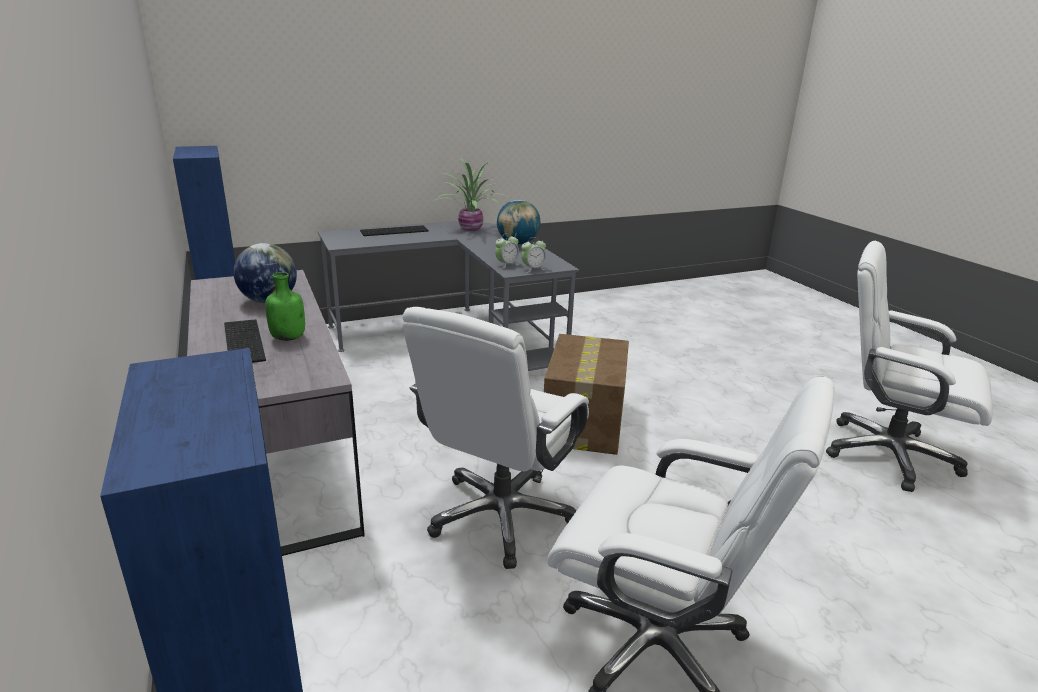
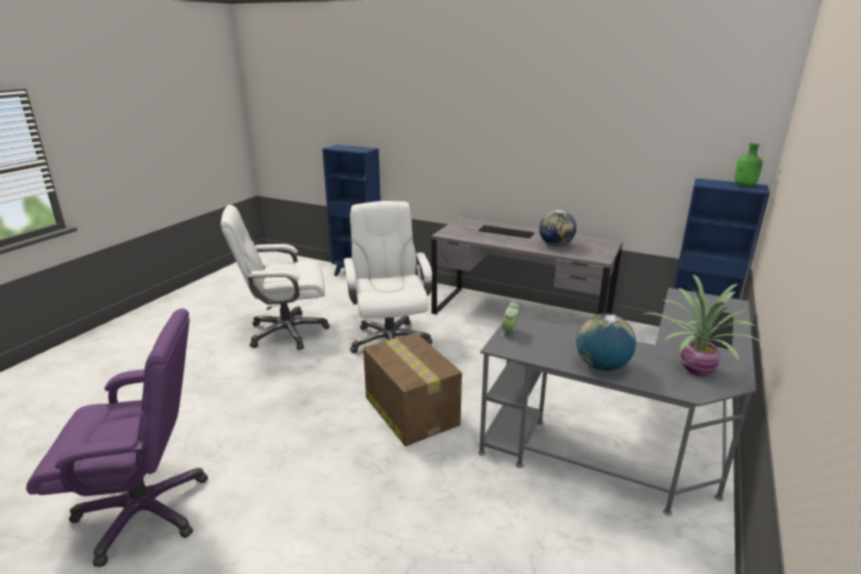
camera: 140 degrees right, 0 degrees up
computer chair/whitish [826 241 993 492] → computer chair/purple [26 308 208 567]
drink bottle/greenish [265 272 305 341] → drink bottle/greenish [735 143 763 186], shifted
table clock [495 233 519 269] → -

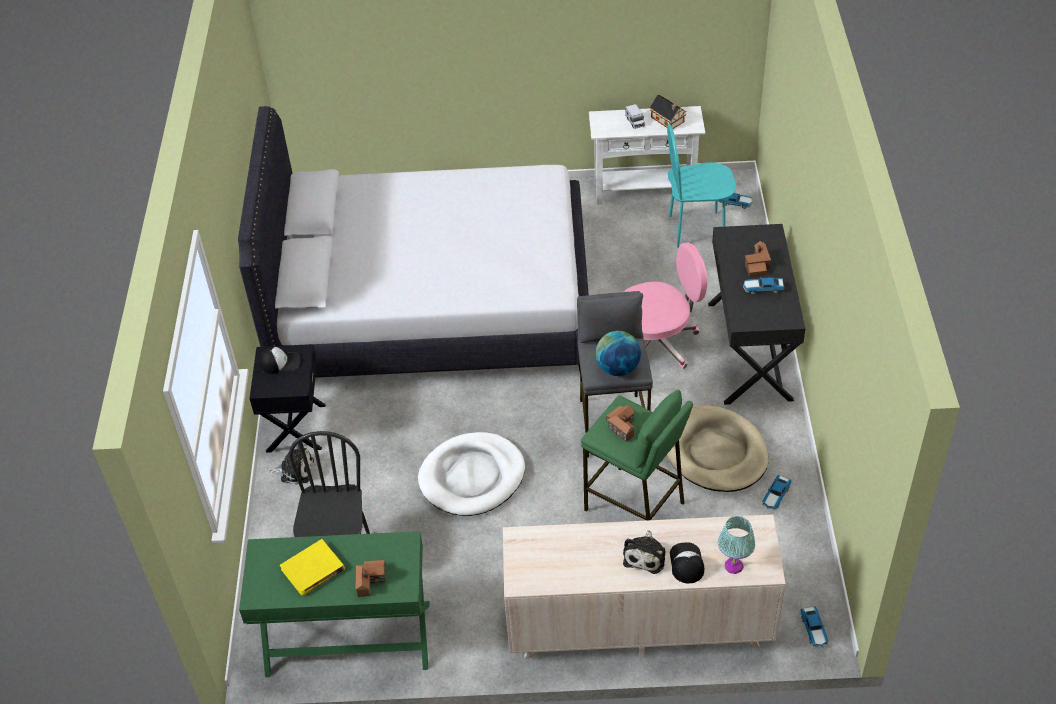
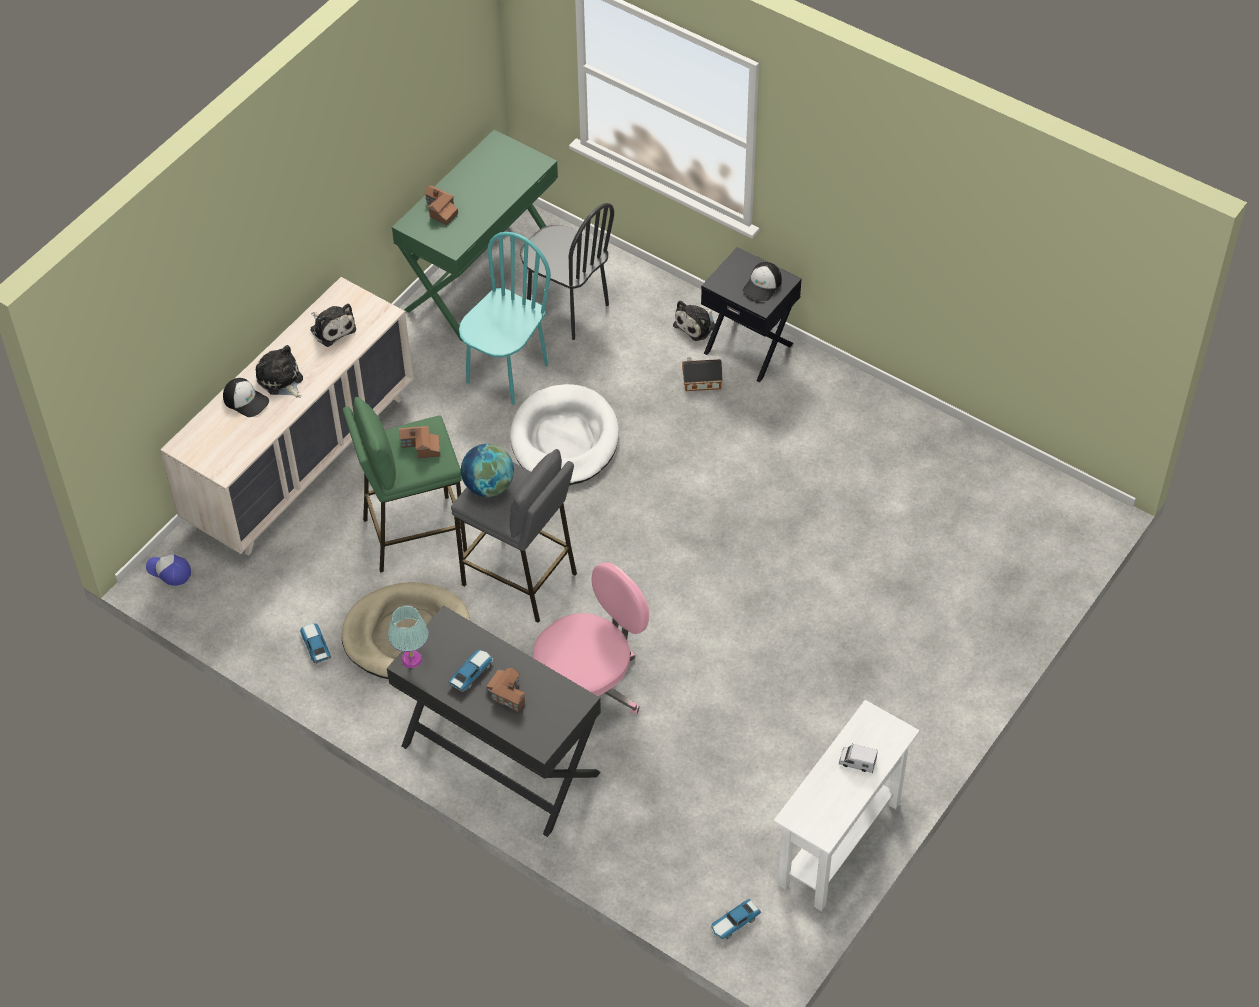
camera: 125 degrees right, 5 degrees up
toy car [800 606 829 647] → baseball cap [146 554 191 586]
- → plush toy [310 303 356 347]
table lamp/turquoise [718 516 755 574] → table lamp/turquoise [388 606 429 668], shifted
upright chair/turquoise [667 124 736 248] → upright chair/turquoise [459 232 551 405], shifted
computer chair/pinkish [623 242 707 369] → computer chair/pinkish [533 563 649 714], 150 degrees counterclockwise
miniature house [650 94 686 129] → miniature house [682 357 723 391], shifted
bedroom bed/whitish [238 106 589 378] → -
book/yellowish [280 539 345 596] → -

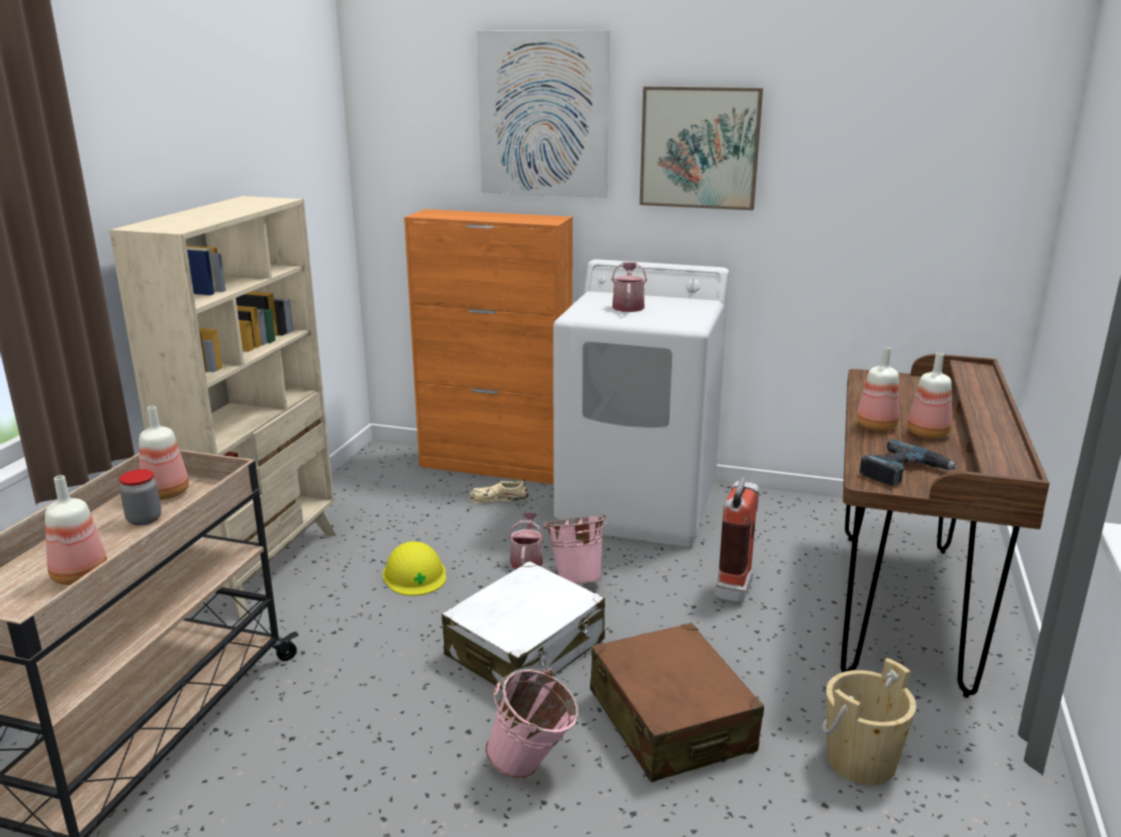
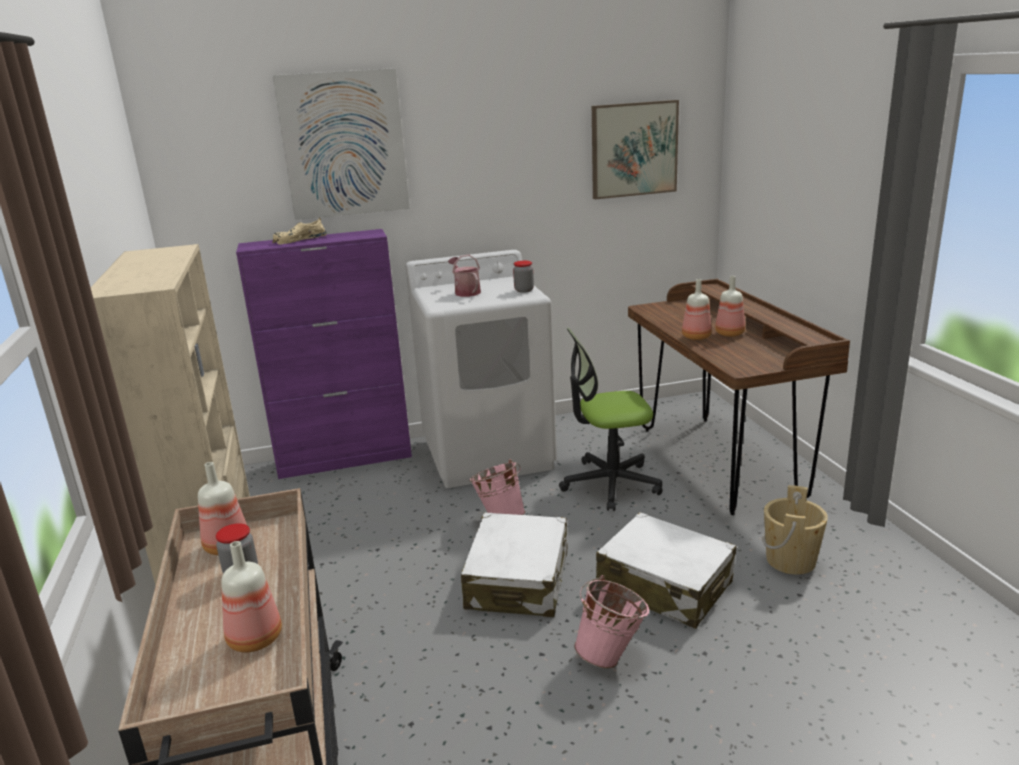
camera: 30 degrees left, 0 degrees up
cabinet/orange-coloured [404 209 573 484] → cabinet/purple [236 229 412 479]
shoe/beige-coloured [469 479 529 503] → shoe/beige-coloured [272 217 327 244], shifted
- → storage jar [513 261 534 293]
fire extinguisher [715 477 759 604] → computer chair [559 328 663 511]
wall art [640 86 763 210] → wall art [592 100 679 199], shifted
travel case/brown-coloured [590 623 764 782] → travel case/whitish [596 512 736 629]
work helmet/yellowish [383 541 446 596] → -
sprinkling can [508 512 544 569] → -
drill [859 439 958 486] → -

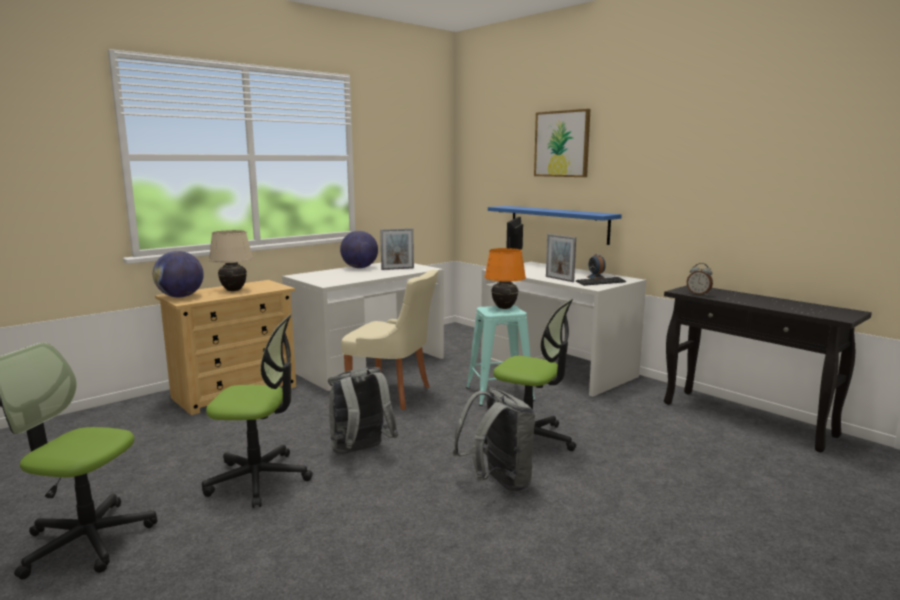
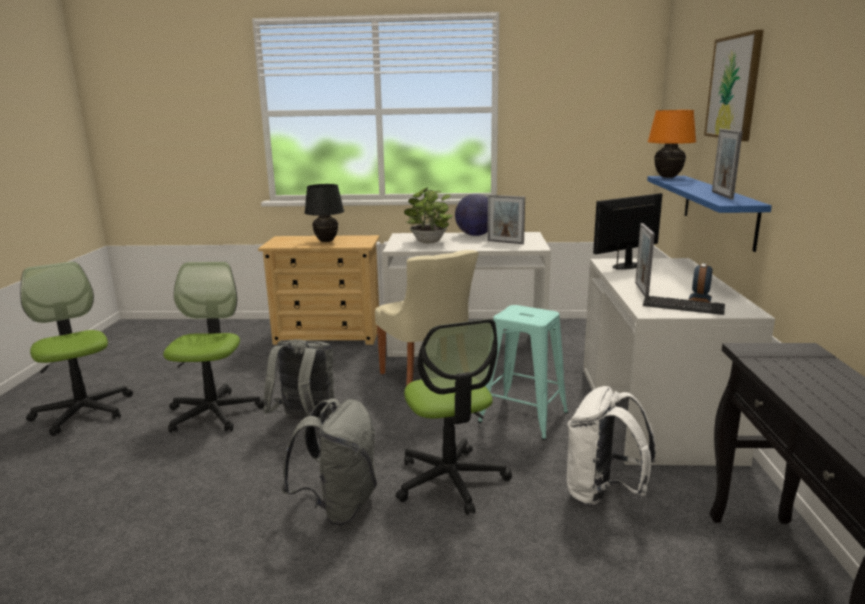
camera: 45 degrees right, 5 degrees up
computer chair [202 314 313 508] → computer chair [163 262 265 433], 135 degrees counterclockwise
table lamp/beige-coloured [209 230 253 291] → table lamp/black [304 184 344 242]
- → plant in a pot [404 187 453 243]
- → backpack/whitish [567 386 657 507]
table lamp/orange-coloured [485 248 526 309] → table lamp/orange-coloured [648 110 696 178], shifted
- → photo frame [712 129 742 199]
world globe [153 251 204 297] → -
table clock [687 263 713 296] → -

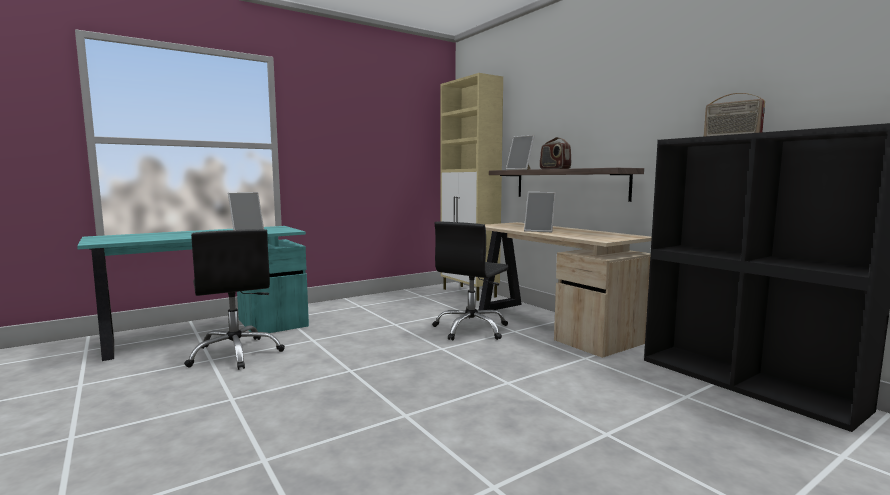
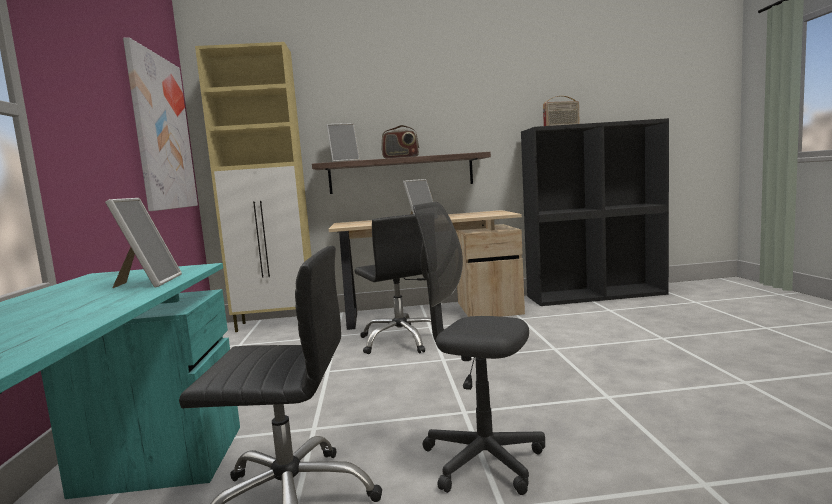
camera: 60 degrees left, 0 degrees up
- → wall art [123 37 198 211]
- → computer chair/gray [413 201 545 495]

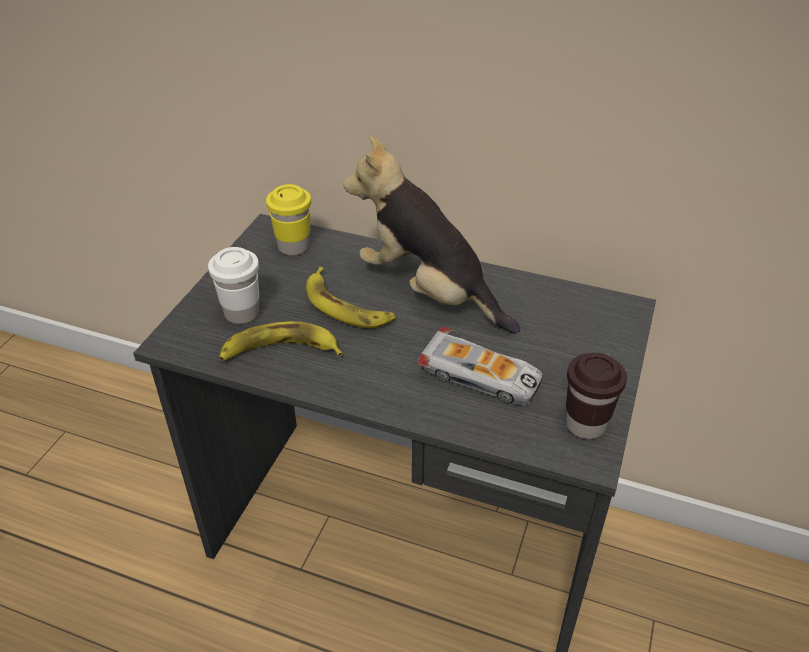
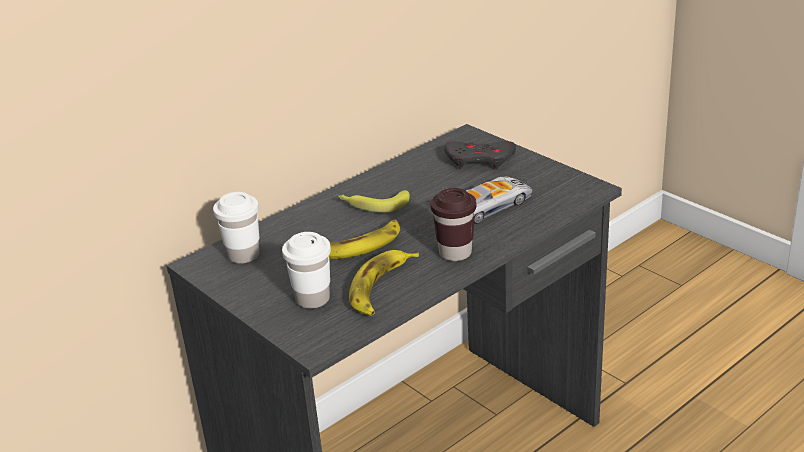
camera: 60 degrees left, 10 degrees down
cup/yellowish [266 184 311 256] → cup/whitish [213 192 260 264]
plush toy [343 135 520 334] → whole banana [338 190 410 213]
cup/brown-coloured [566 353 627 439] → cup/brown-coloured [431 188 476 261], shifted
- → gamepad/gray [444 141 516 170]

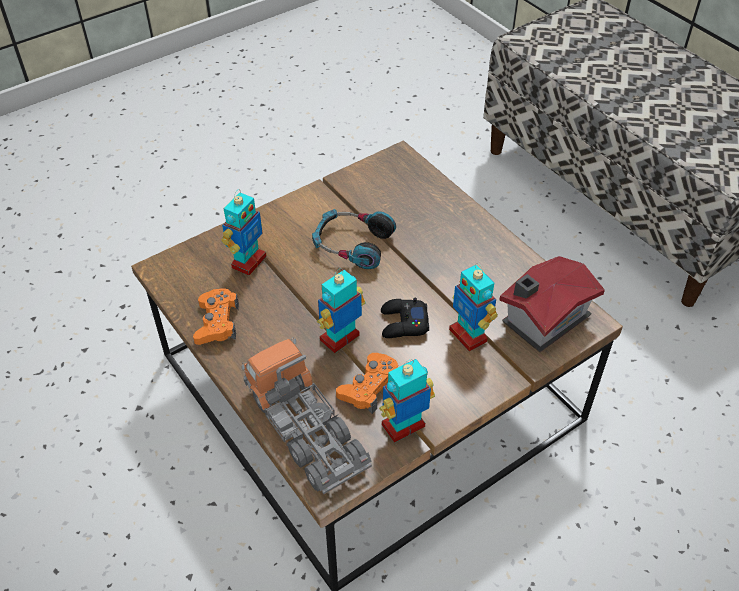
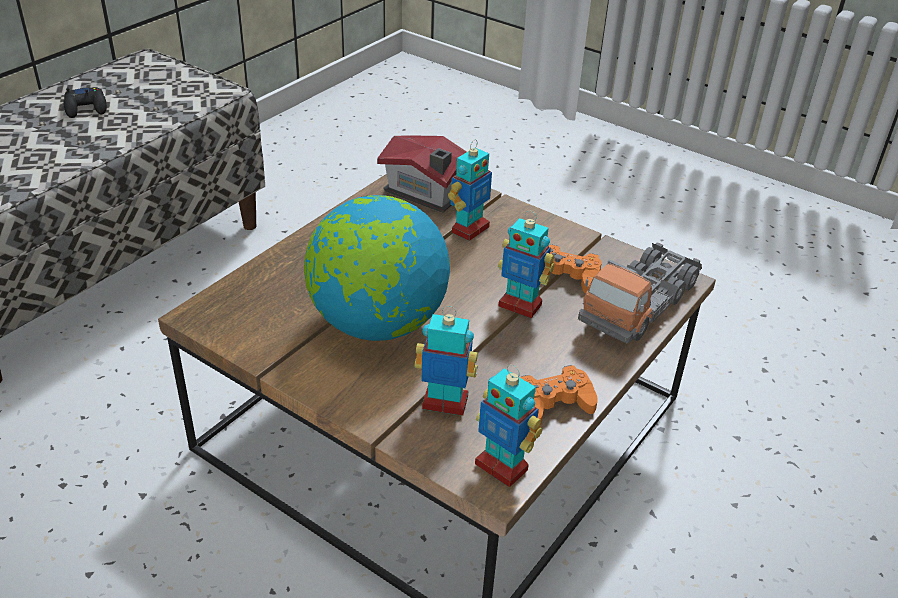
camera: 110 degrees left, 10 degrees down
gamepad/black [381 298 429 338] → gamepad/black [63 87 107 118], shifted
pair of headphones [312 209 396 269] → world globe [304 195 450 341]
robot figure [379 359 435 443] → robot figure [475 365 543 487], shifted

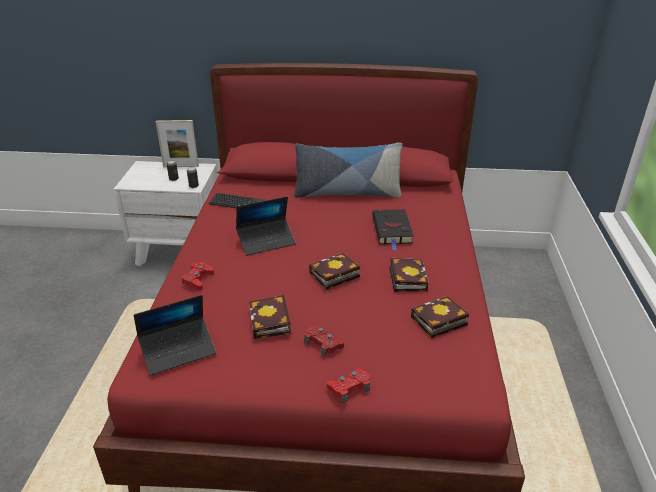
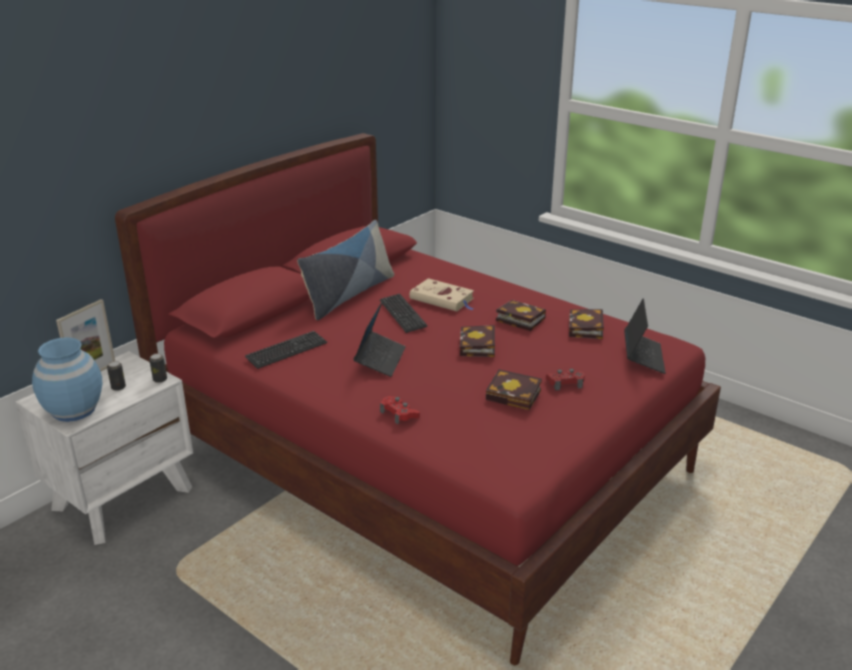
camera: 55 degrees left, 5 degrees down
- → decorative vase/bluish [32 337 102 422]
- → PC keyboard [380 294 428 333]
book/black [372 209 414 250] → book/beige-coloured [409 278 474 311]
portable computer [134 295 216 375] → portable computer [624 298 666 374], shifted
gamepad/red [327 368 370 403] → -

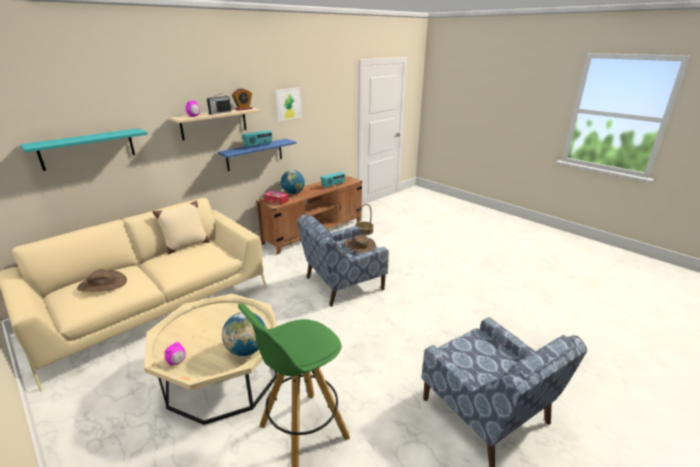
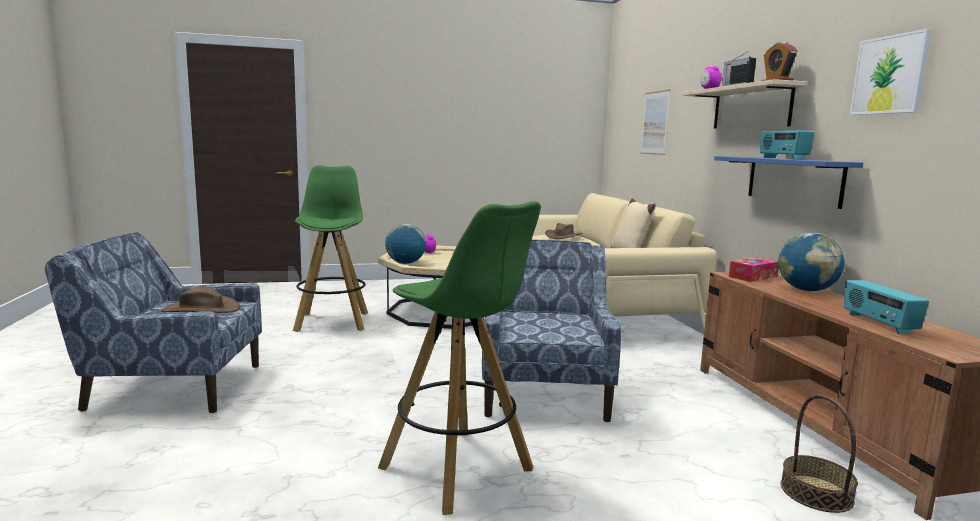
camera: 120 degrees right, 15 degrees down
hat/brown-coloured [344 235 376 254] → hat/brown-coloured [161 286 240 313], shifted
- → stool/greenish [378 201 541 515]
shelf/turquoise [20 128 148 171] → wall art [640 89 671 155]

